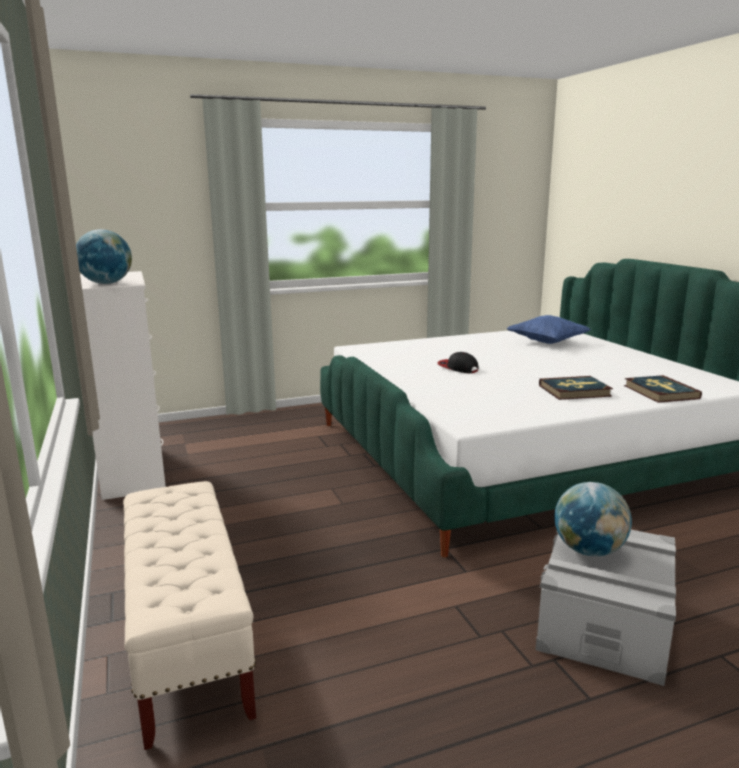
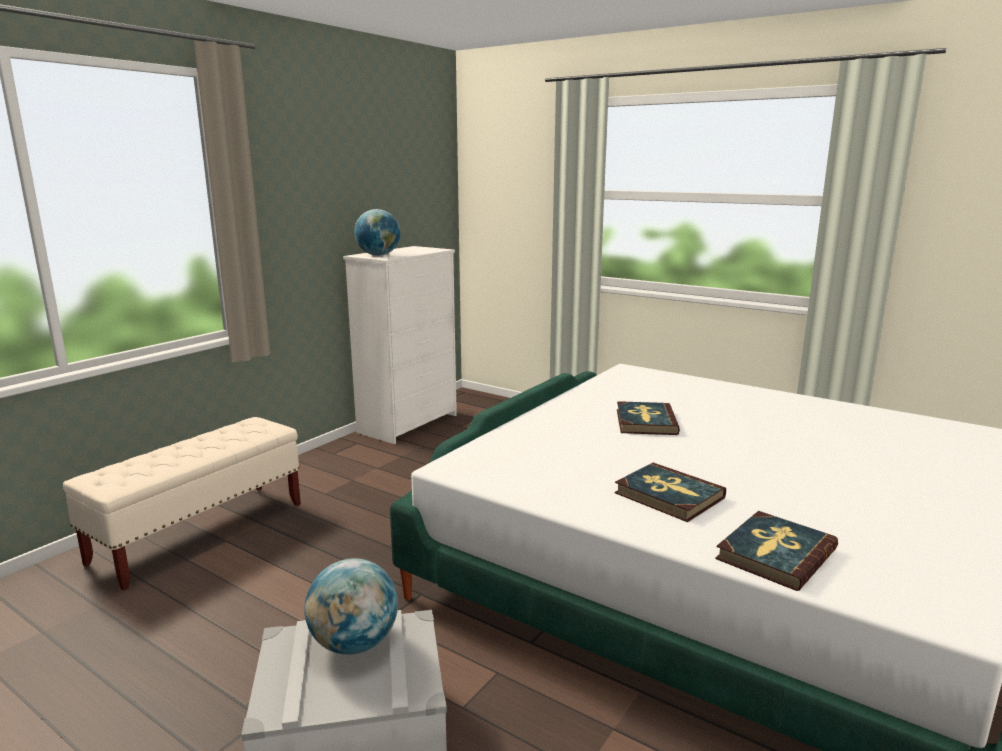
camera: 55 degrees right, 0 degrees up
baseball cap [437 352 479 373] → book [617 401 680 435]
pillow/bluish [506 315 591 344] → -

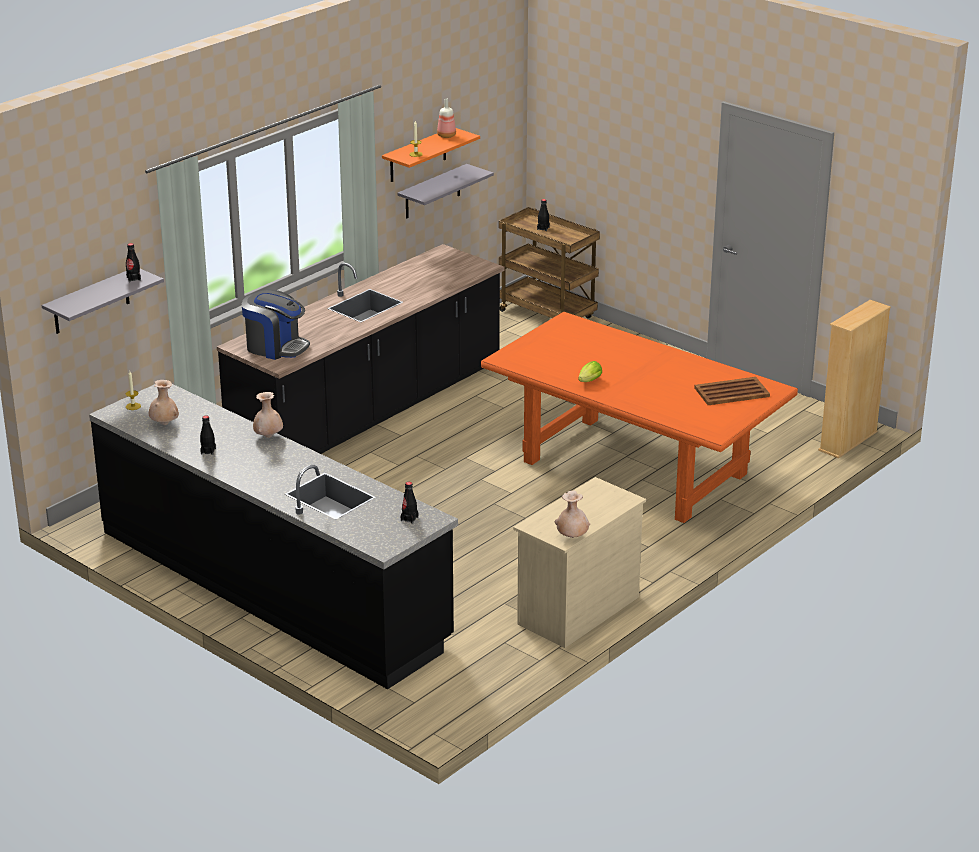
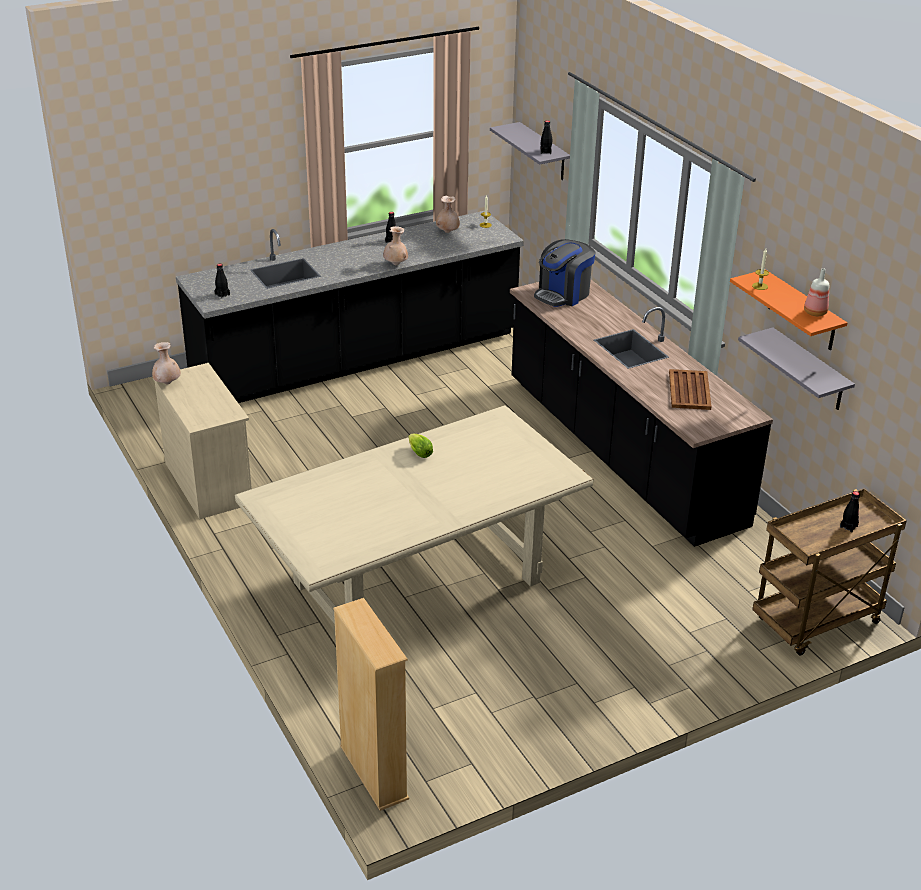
camera: 110 degrees right, 5 degrees up
kitchen table/orange-coloured [481 312 798 523] → kitchen table/beige-coloured [235 405 593 624]
tray/brown-coloured [694 377 770 405] → tray/brown-coloured [669 369 712 410], shifted

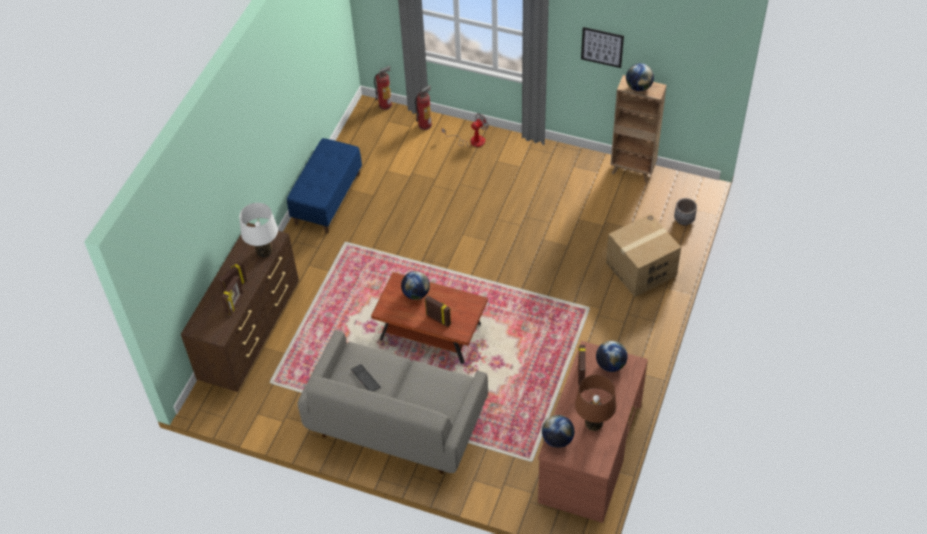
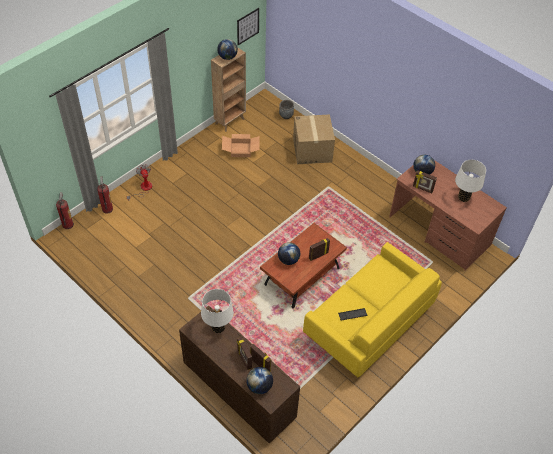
camera: 70 degrees left, 0 degrees up
- → cardboard box [222 134 260 157]
wall art [581 27 624 68] → wall art [237 8 259 45], shifted
world globe [542 415 575 448] → world globe [246 367 273 394], shifted
sofa/gray [298 330 488 474] → sofa/yellowish [303 242 442 377]
table lamp/brown-coloured [575 374 616 431] → table lamp/whitish [455 160 486 202]
indoor bench/bluish [287 138 362 233] → -

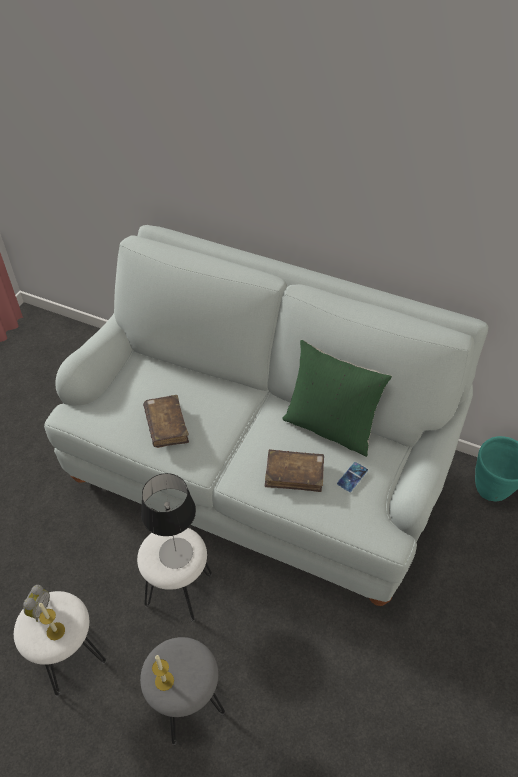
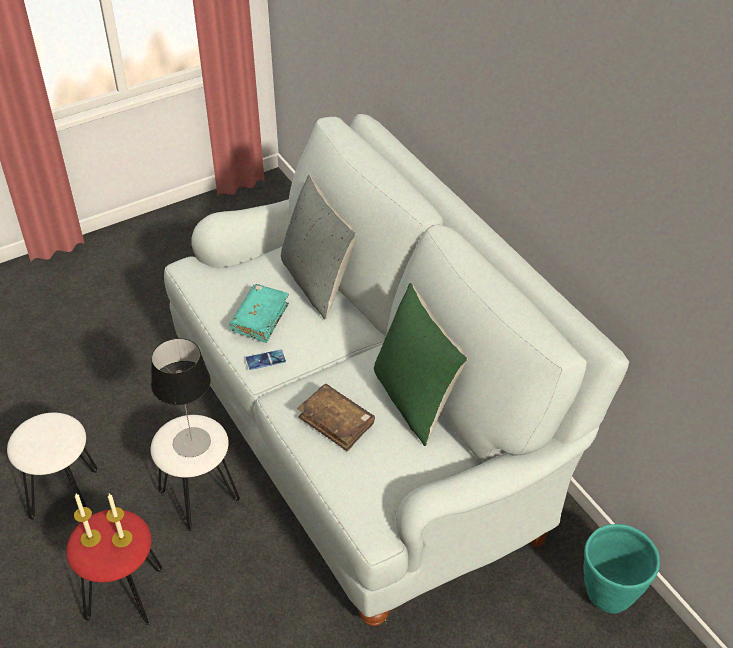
camera: 35 degrees right, 5 degrees down
stool/gray [140 637 225 745] → stool/red [66 510 163 626]
candle [39 603 65 640] → candle [106 494 133 547], shifted
book/brown-coloured [143 395 189 448] → book/turquoise [229 284 289 343]
handset [337 462 368 492] → handset [246 349 286 370], shifted
- → pillow/gray [281 175 356 319]
table clock [23 585 50 622] → -

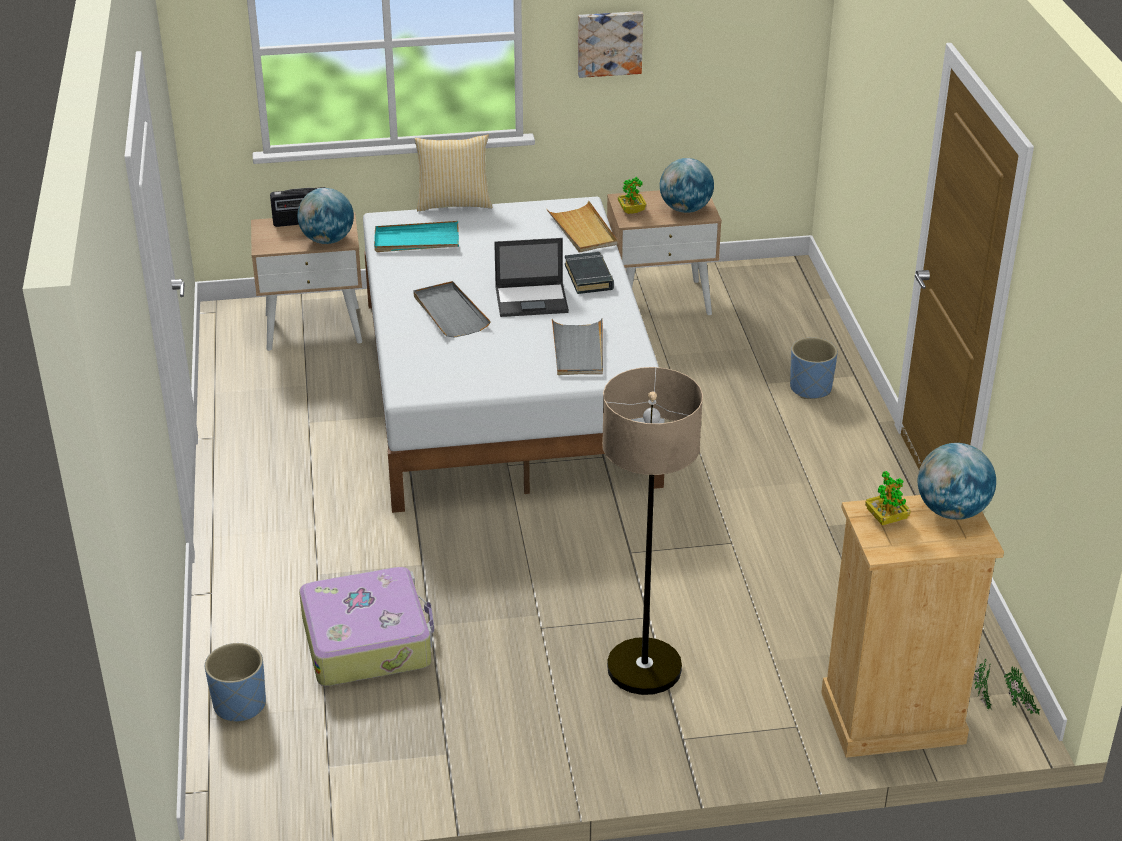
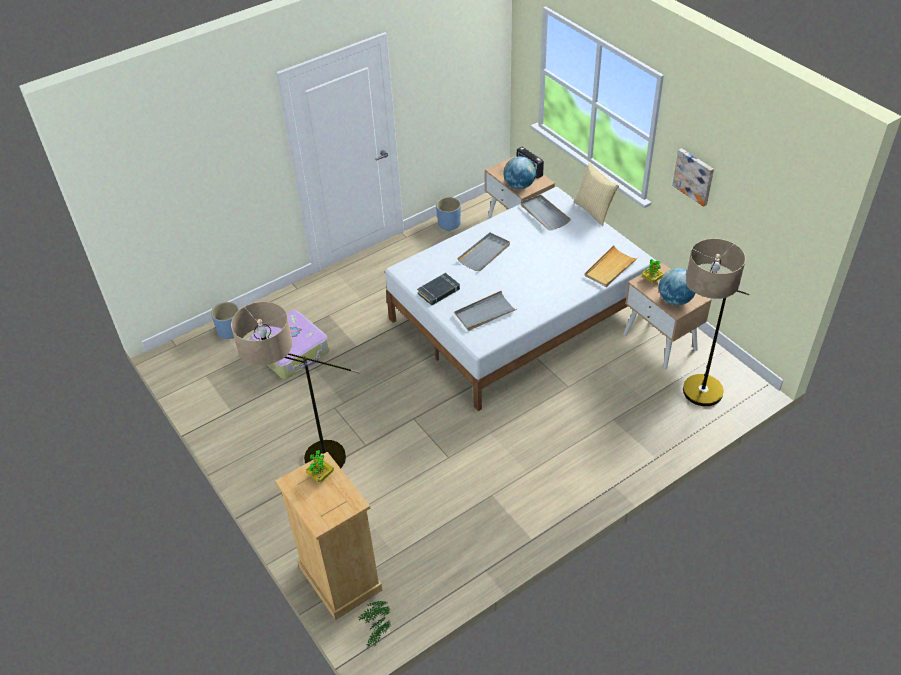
camera: 65 degrees right, 10 degrees up
book/black [565 252 614 294] → book/black [417 273 460 305], shifted
plant pot/bluish [790 338 838 399] → plant pot/bluish [436 197 461 231], shifted
tray/turquoise [374 221 459 252] → tray/gray [521 194 571 230]
- → standard lamp [683 238 749 406]
portable computer [494 238 569 317] → -
world globe [918 443 996 520] → -

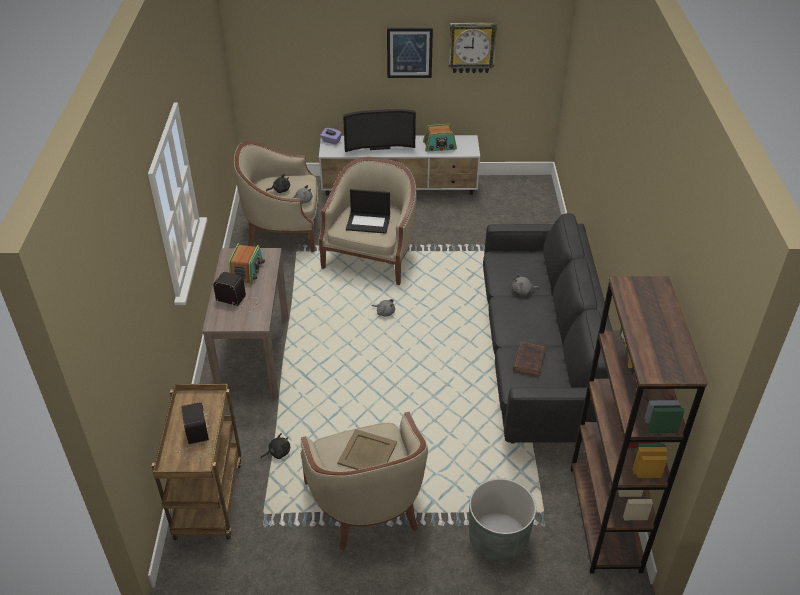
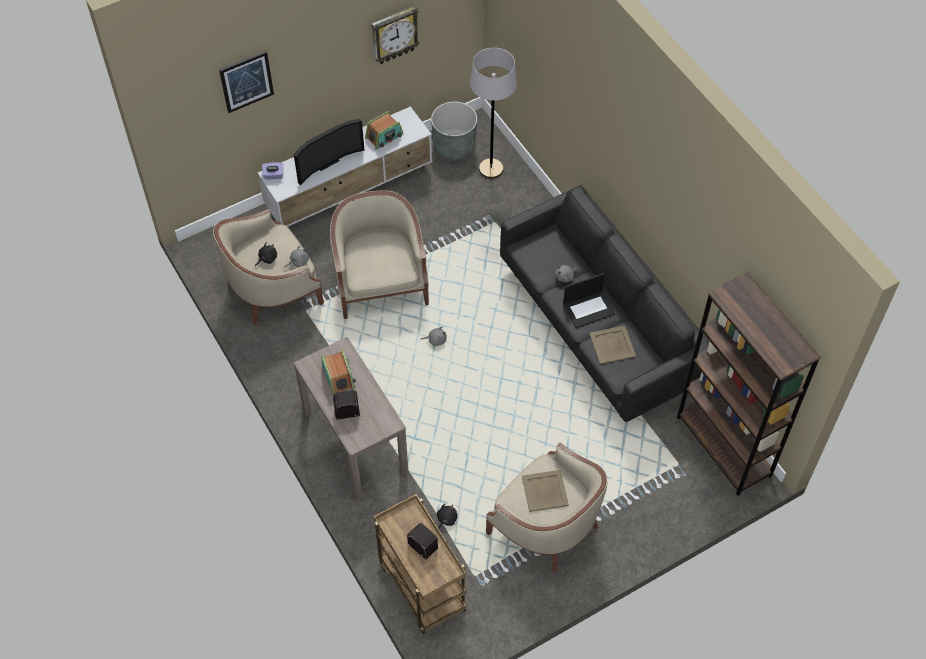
camera: 30 degrees left, 15 degrees up
wall art [387 27 433 78] → wall art [219 51 274 113], shifted
plant pot/gray [469 478 536 562] → plant pot/gray [431 102 477 160], shifted
- → standard lamp/gray [470 47 517 179]
portable computer [346 189 390 234] → portable computer [563 273 615 328], shifted
book/brown-coloured [513 341 546 376] → tray/beige-coloured [589 326 636 364]

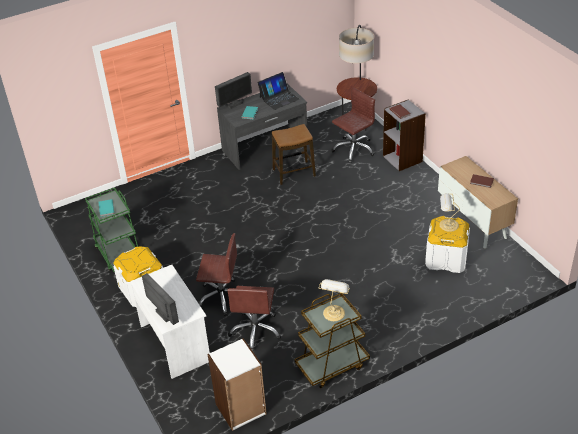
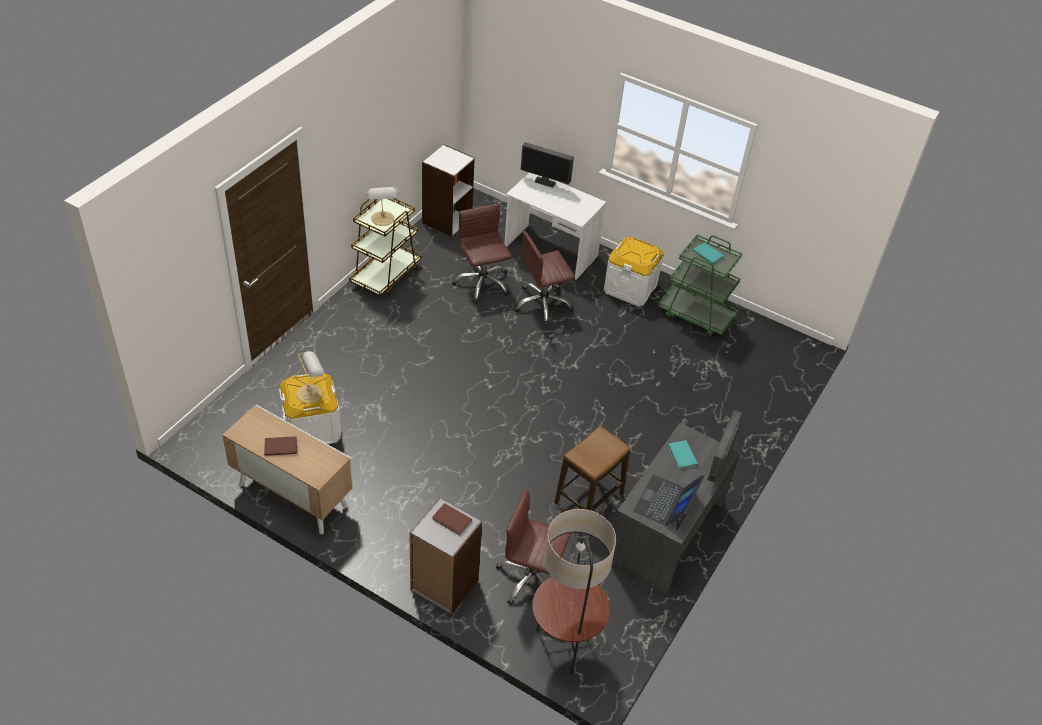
camera: 145 degrees right, 5 degrees up
computer chair/brown-coloured [332 88 375 163] → computer chair/brown-coloured [496 489 571 605], 90 degrees clockwise

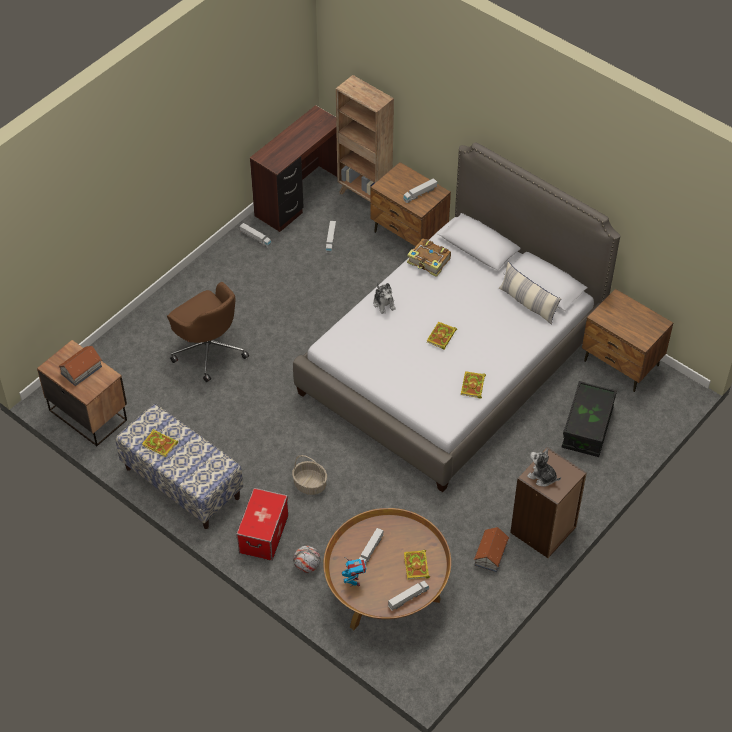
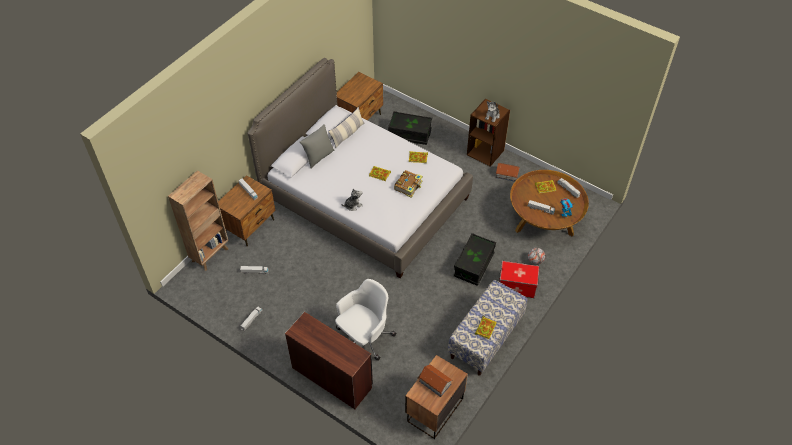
camera: 95 degrees left, 0 degrees up
desk unit/brown-coloured [250 105 337 232] → desk unit/brown-coloured [285 312 373 409], shifted
- → pillow/gray [300 124 335 169]
computer chair/brown-coloured [167 282 249 382] → computer chair/whitish [335 279 396 361]
book [407 238 451 277] → book [394 170 423 198], shifted
household basket [292 455 327 495] → storage container/black [454 233 496 286]

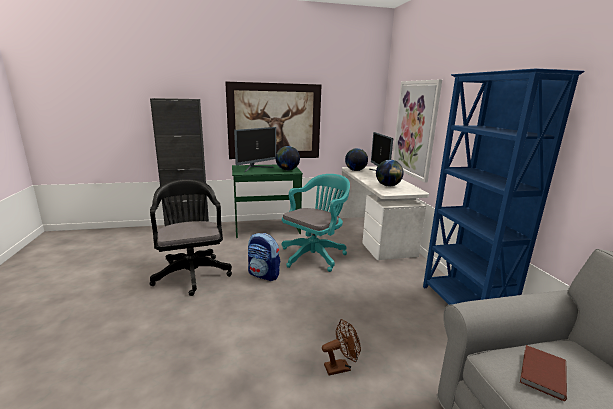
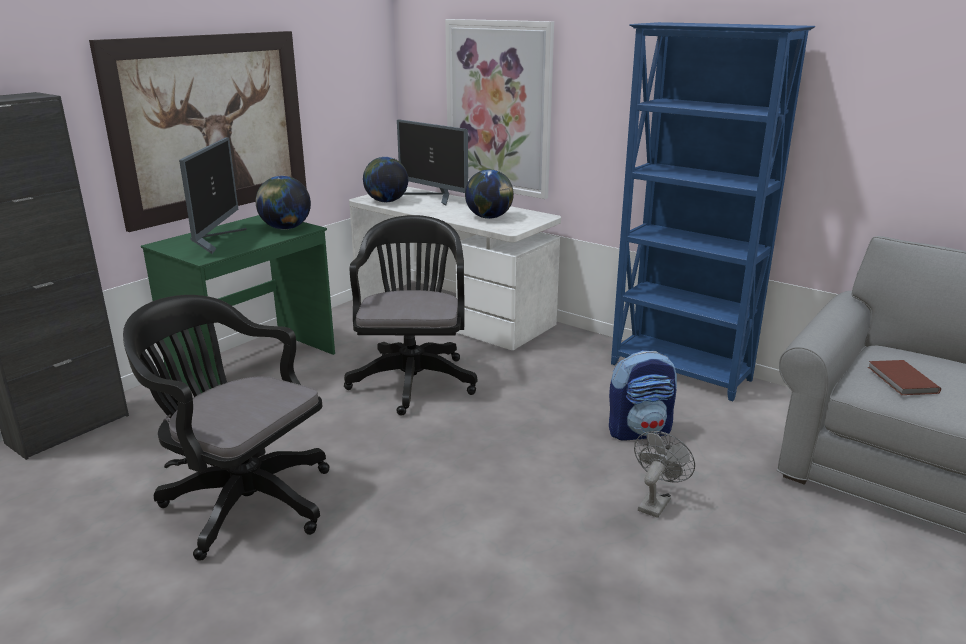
camera: 40 degrees left, 5 degrees up
computer chair/turquoise [282 174 350 272] → computer chair/black [344 215 477 416]
backpack [248 233 280 281] → backpack [609 350 677 441], shifted
electric fan/brown-coloured [322 319 361 376] → electric fan/gray [634 431 695 518]

